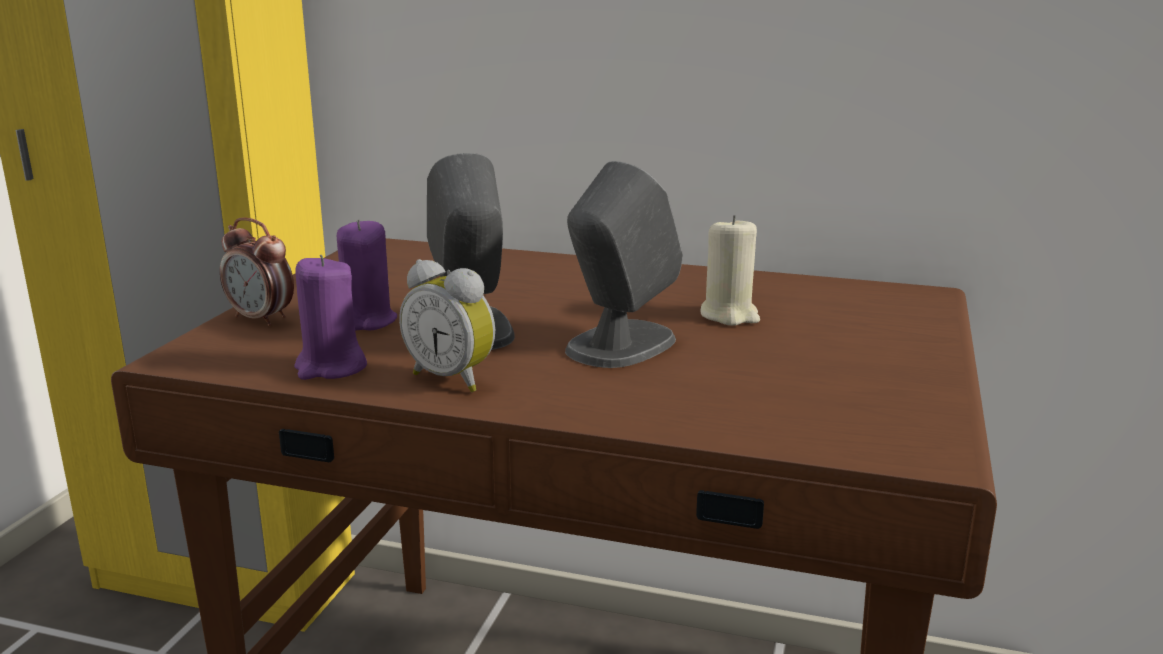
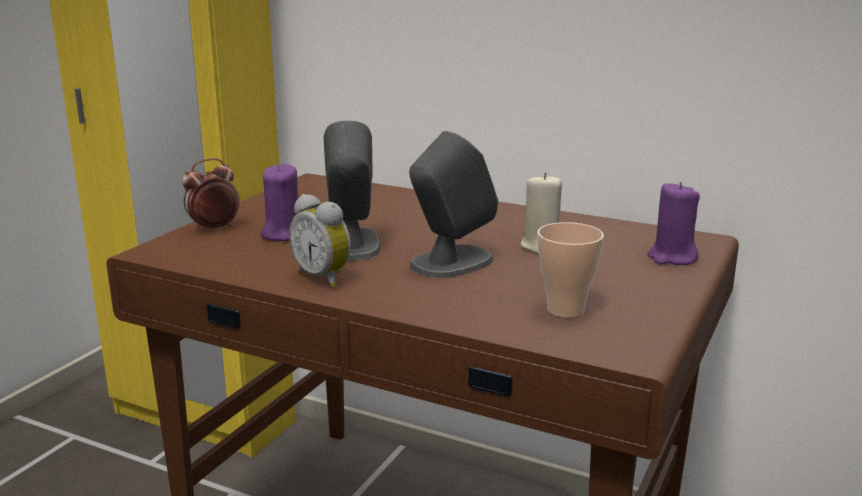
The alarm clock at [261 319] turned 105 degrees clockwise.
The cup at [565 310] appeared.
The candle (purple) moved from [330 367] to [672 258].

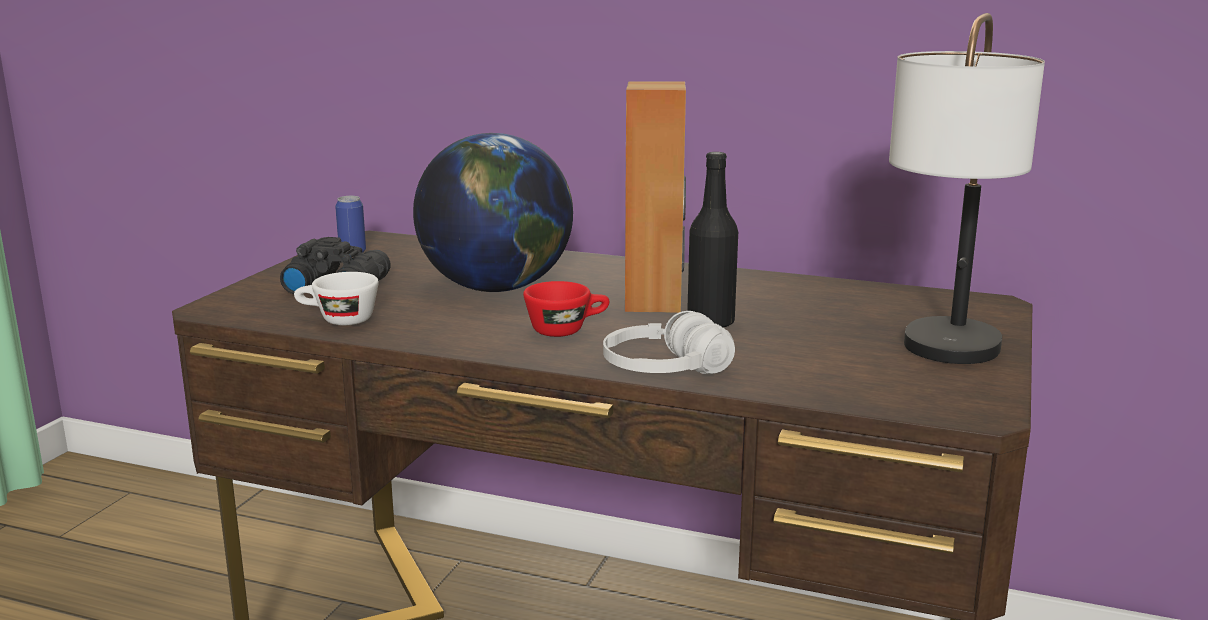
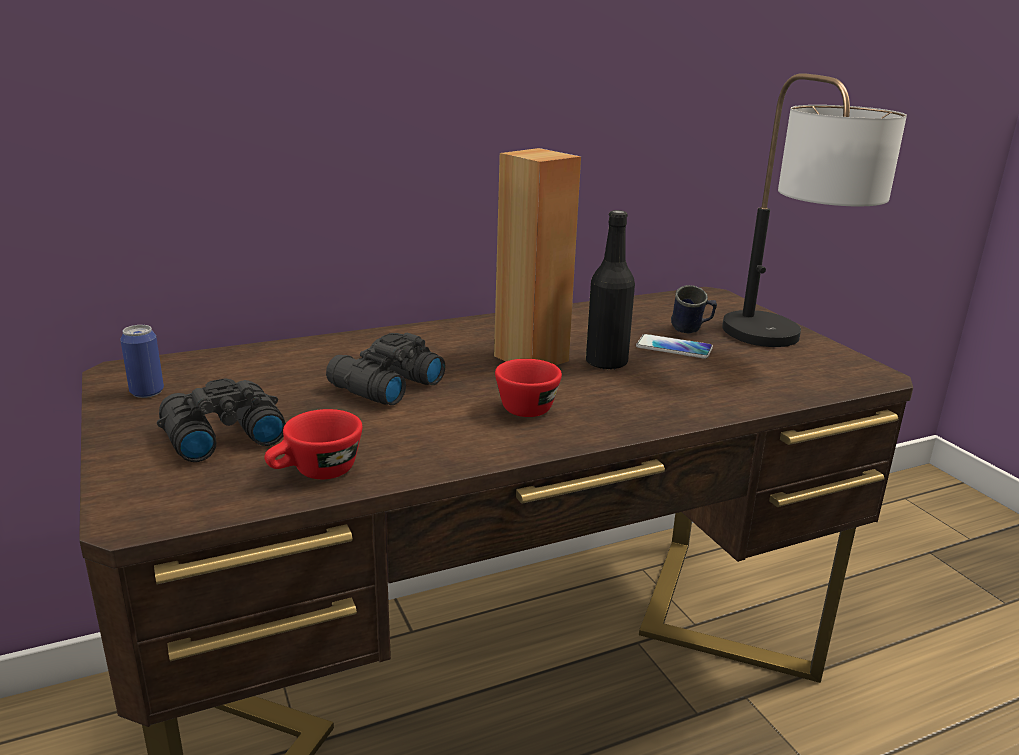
The cup (white) at [338 320] became the cup (red) at [316 473].
The globe at [497 288] was replaced by the binoculars (black) at [383 385].
The phone at [674 348] appeared.
The mug (blue) at [691 331] appeared.
The headphones (white) at [665 371] disappeared.

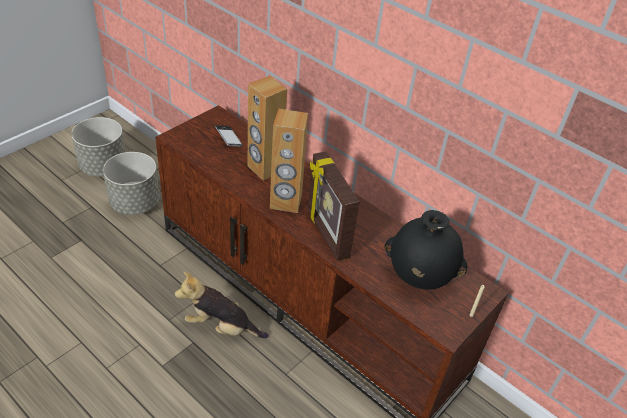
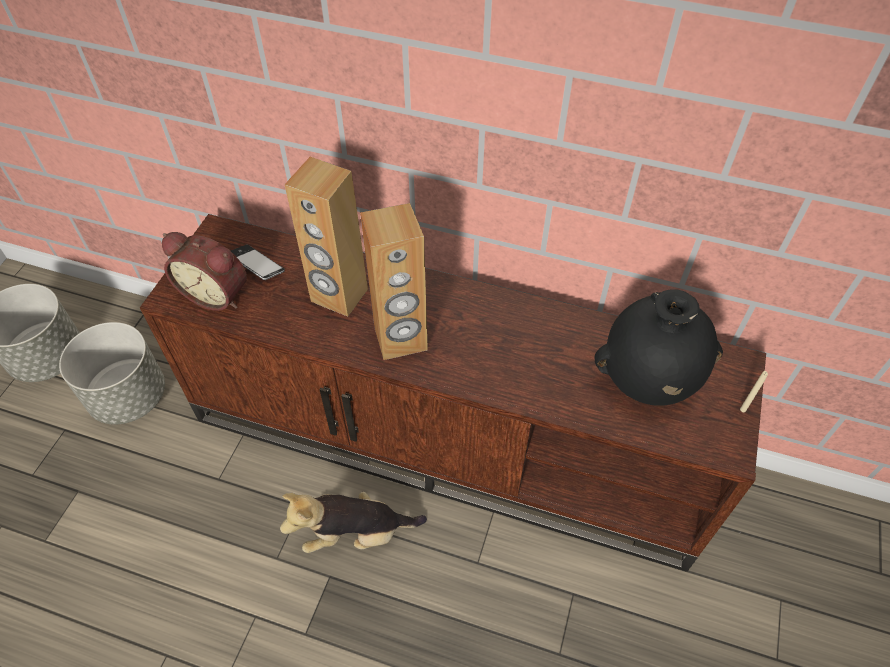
The alarm clock at [217 293] appeared.
The picture frame at [326 234] disappeared.

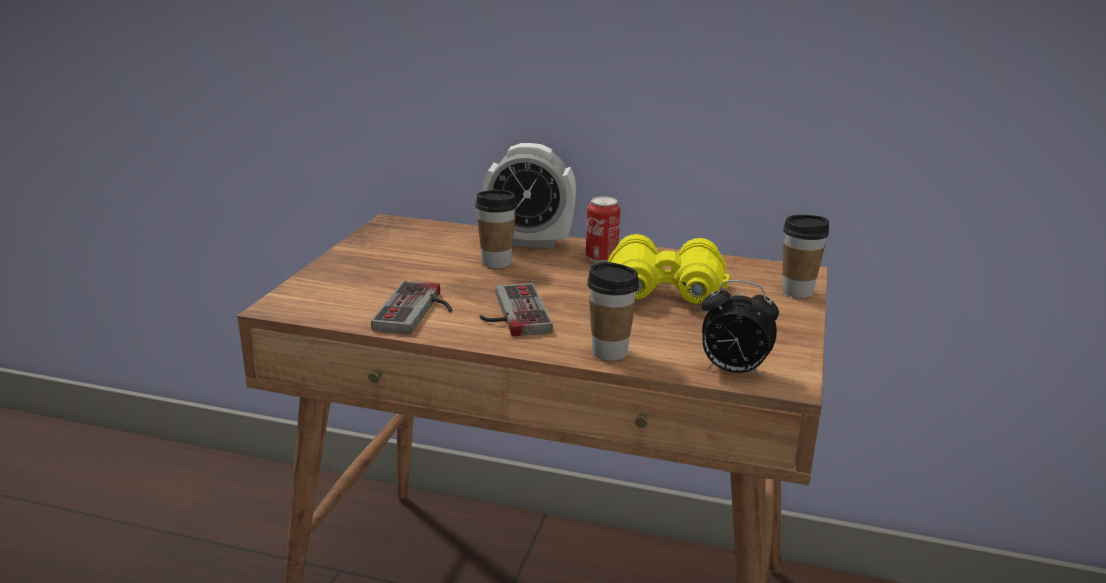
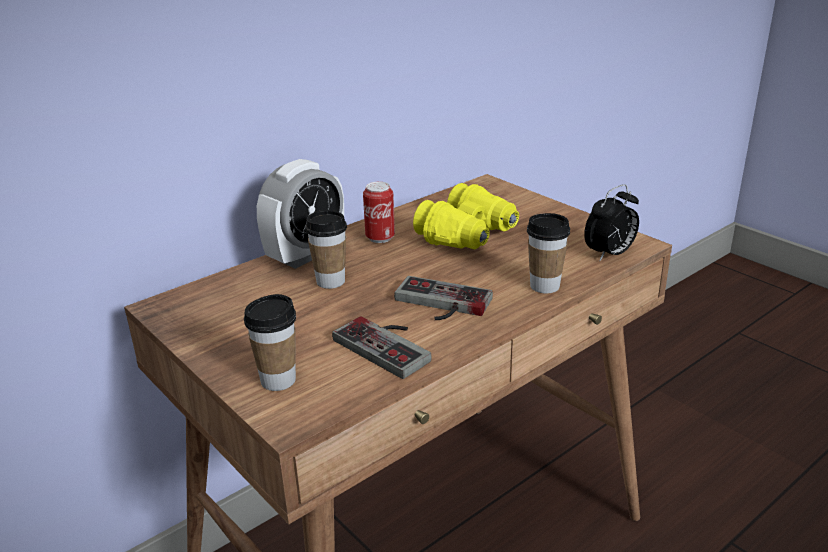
The cup moved from [797 291] to [278 380].

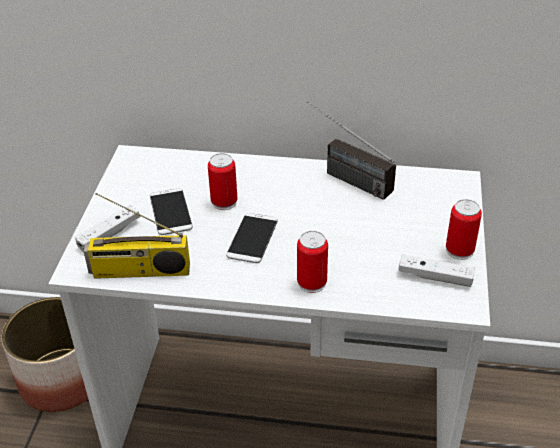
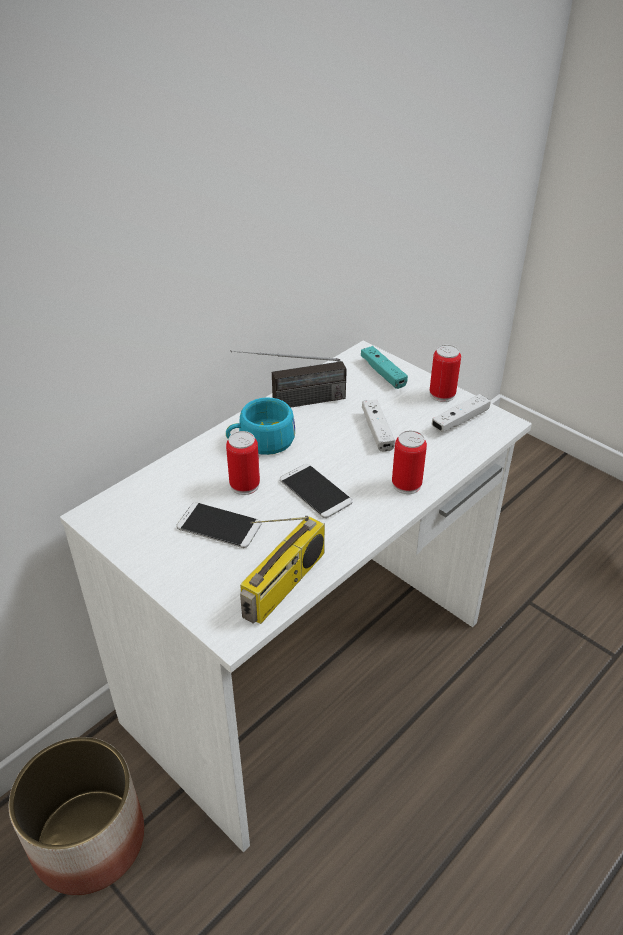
The cup (turquoise) at [260 441] appeared.
The game controller (turquoise) at [383 373] appeared.
The game controller (white) moved from [109 234] to [377 431].

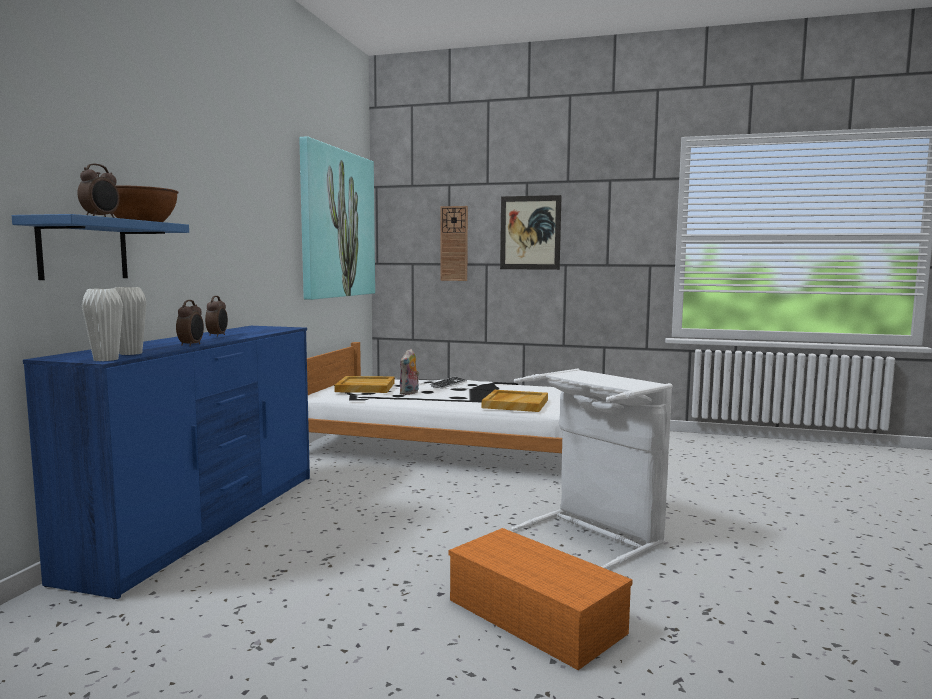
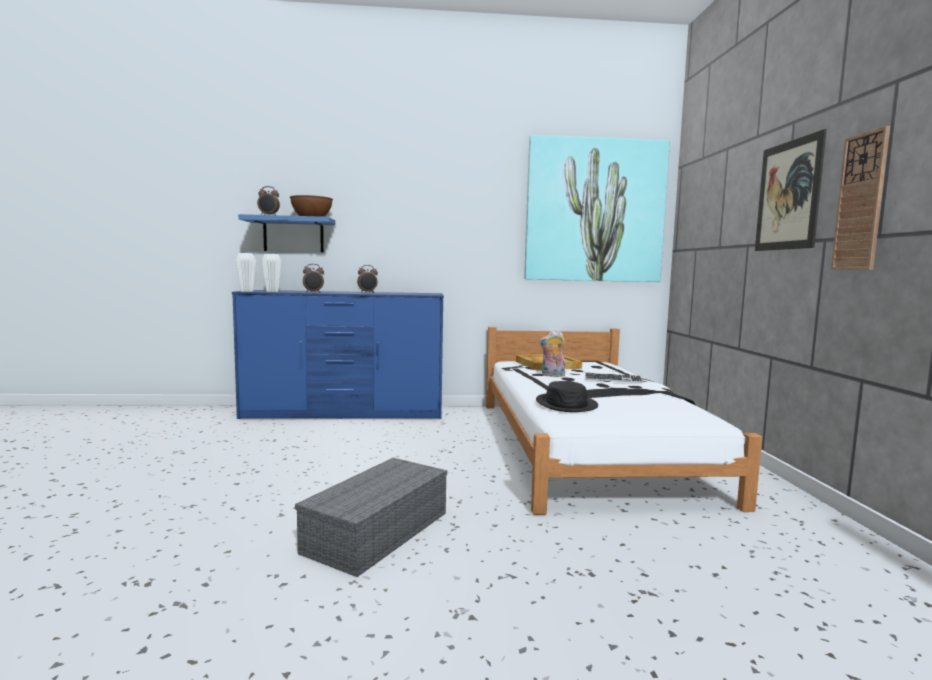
The laundry basket (white) at [596 533] was replaced by the storage box (grey) at [377 533].
The tray (beige) at [515 404] was replaced by the hat (black) at [566 404].
The wall clock moved from [454 243] to [860 202].
The storage box (orange) at [538 616] disappeared.

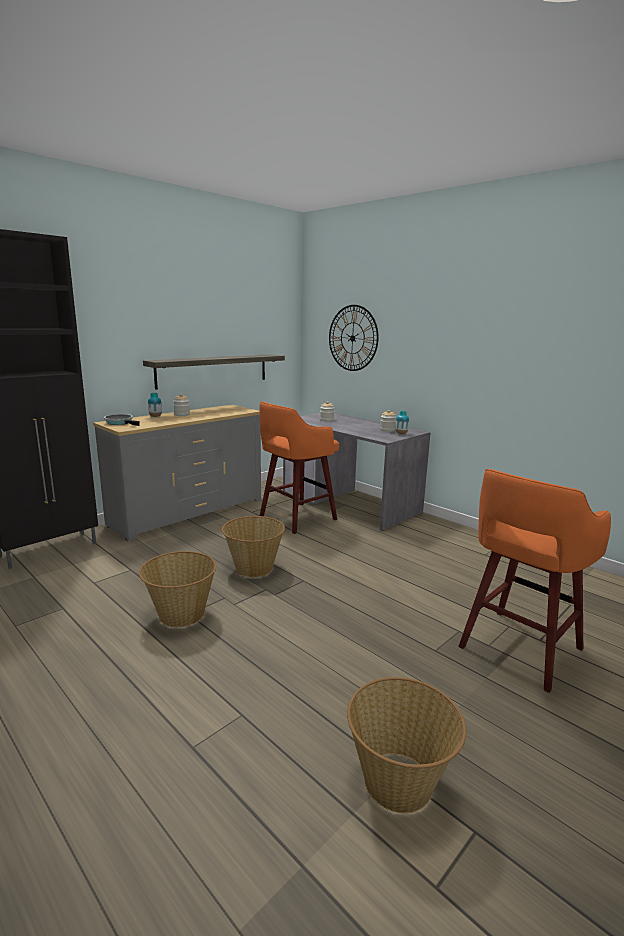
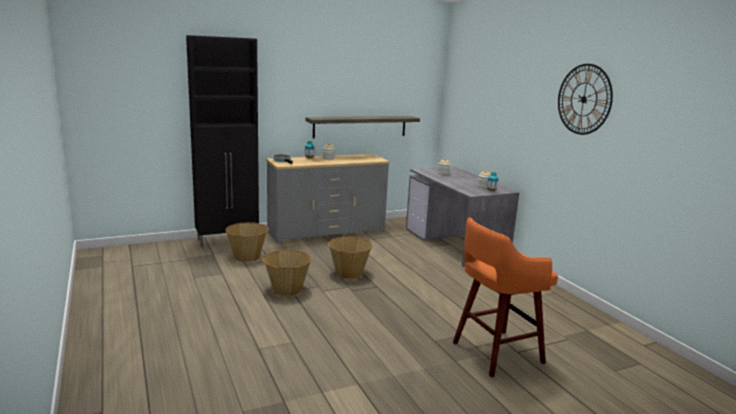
The basket moved from [399 781] to [247 257].
The wall clock moved from [352 338] to [584 99].
The stool (orange) at [295 518] disappeared.

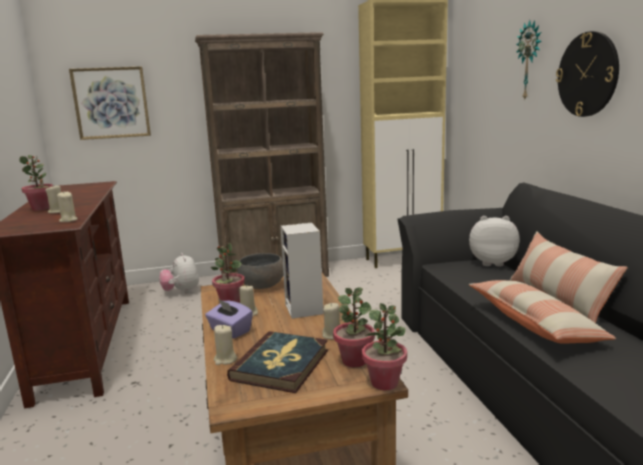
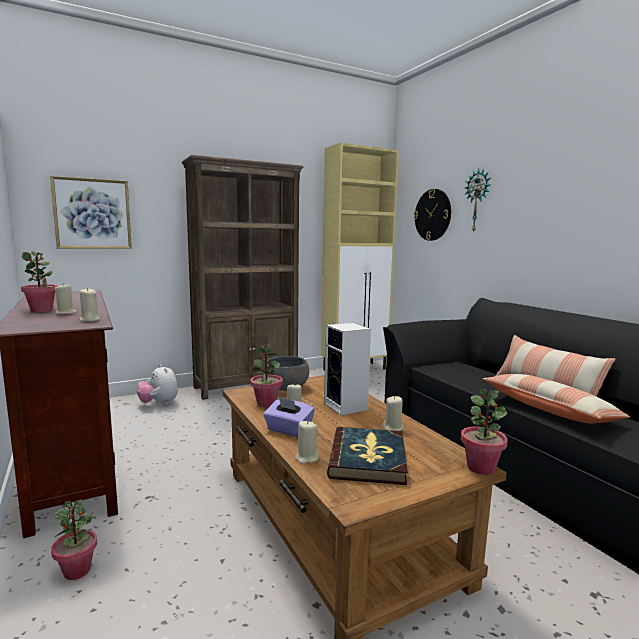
The potted plant moved from [354 361] to [77 570].
The wall clock moved from [587 74] to [432 215].
The plush toy at [492 262] disappeared.

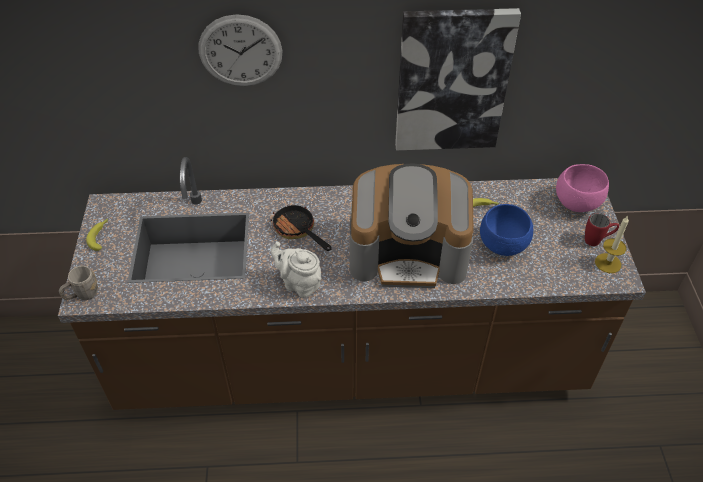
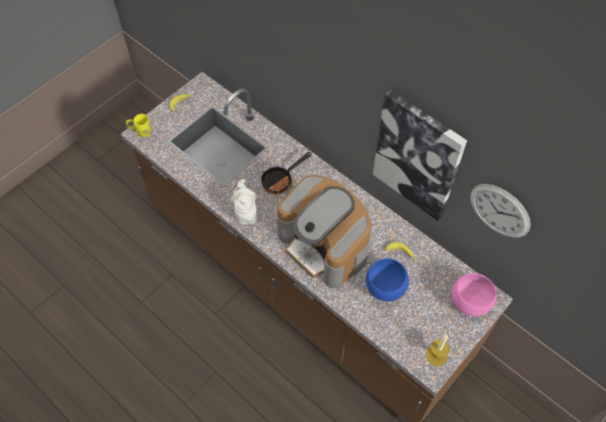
The mug (grey) at [82 295] became the mug (yellow) at [141 131].
The frying pan at [298 230] turned 135 degrees counterclockwise.
The wall clock moved from [240 51] to [499 210].
The mug (red) at [597 241] disappeared.

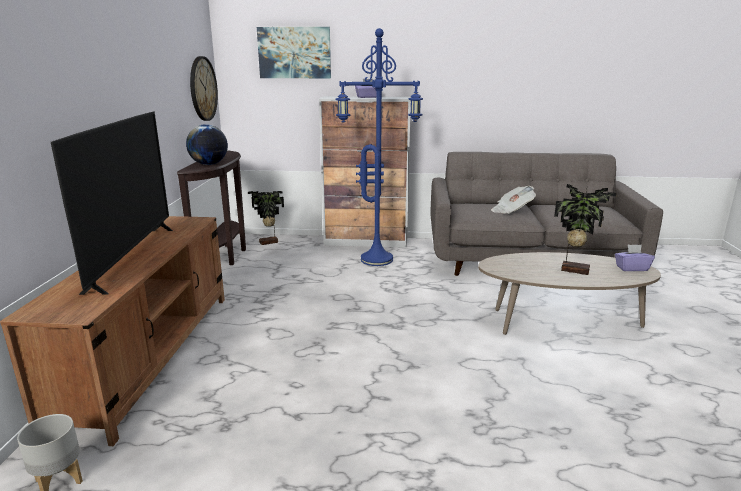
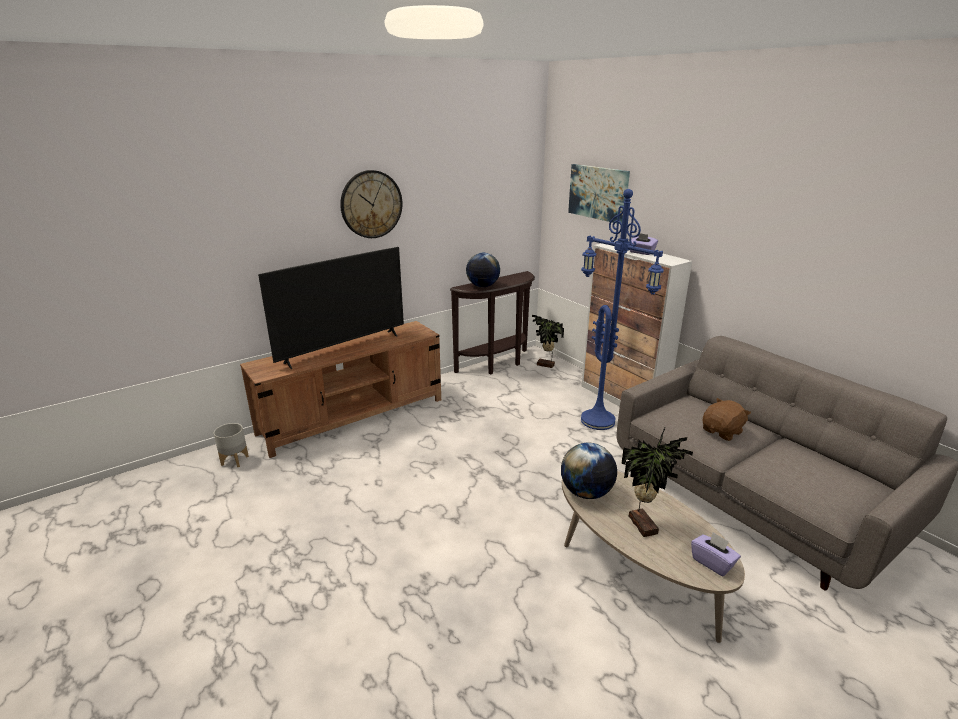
The wall clock moved from [203 89] to [371 204].
The globe at [586 493] appeared.
The newspaper at [512 211] was replaced by the plush toy (brown) at [722 432].

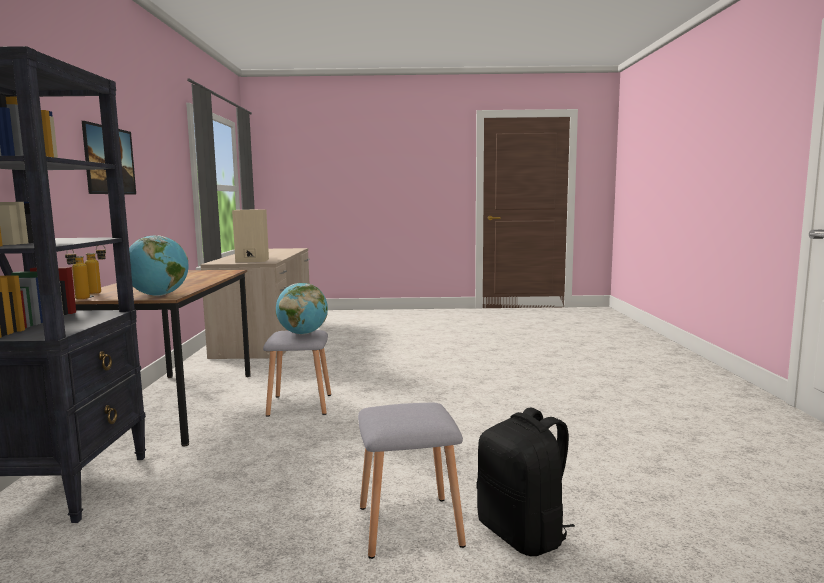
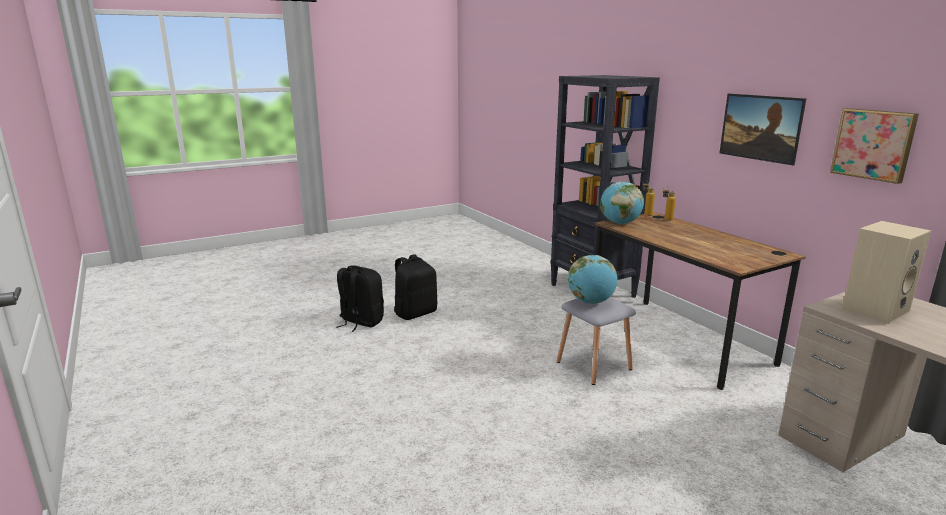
The stool (grey) at [408 526] was replaced by the backpack (black) at [415 313].
The picture at [874 144] appeared.

